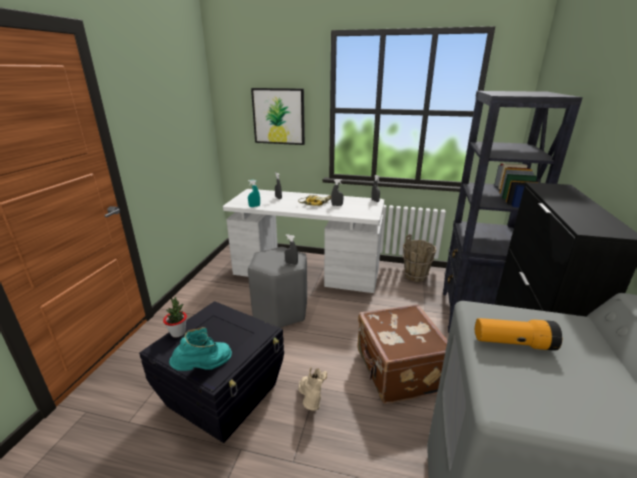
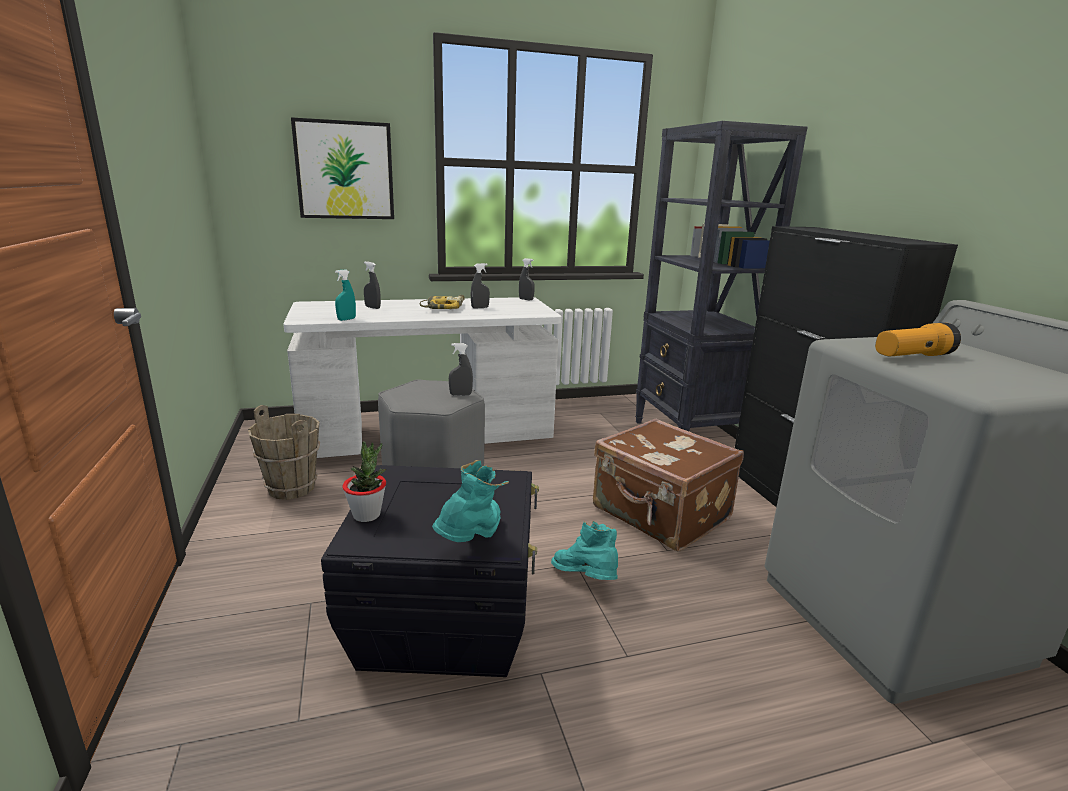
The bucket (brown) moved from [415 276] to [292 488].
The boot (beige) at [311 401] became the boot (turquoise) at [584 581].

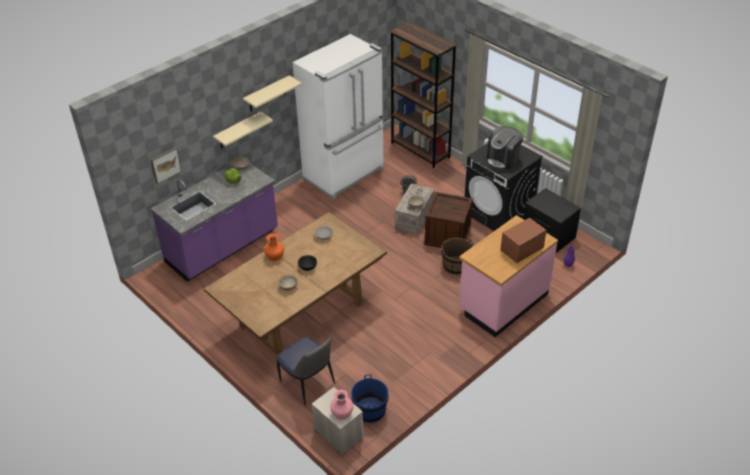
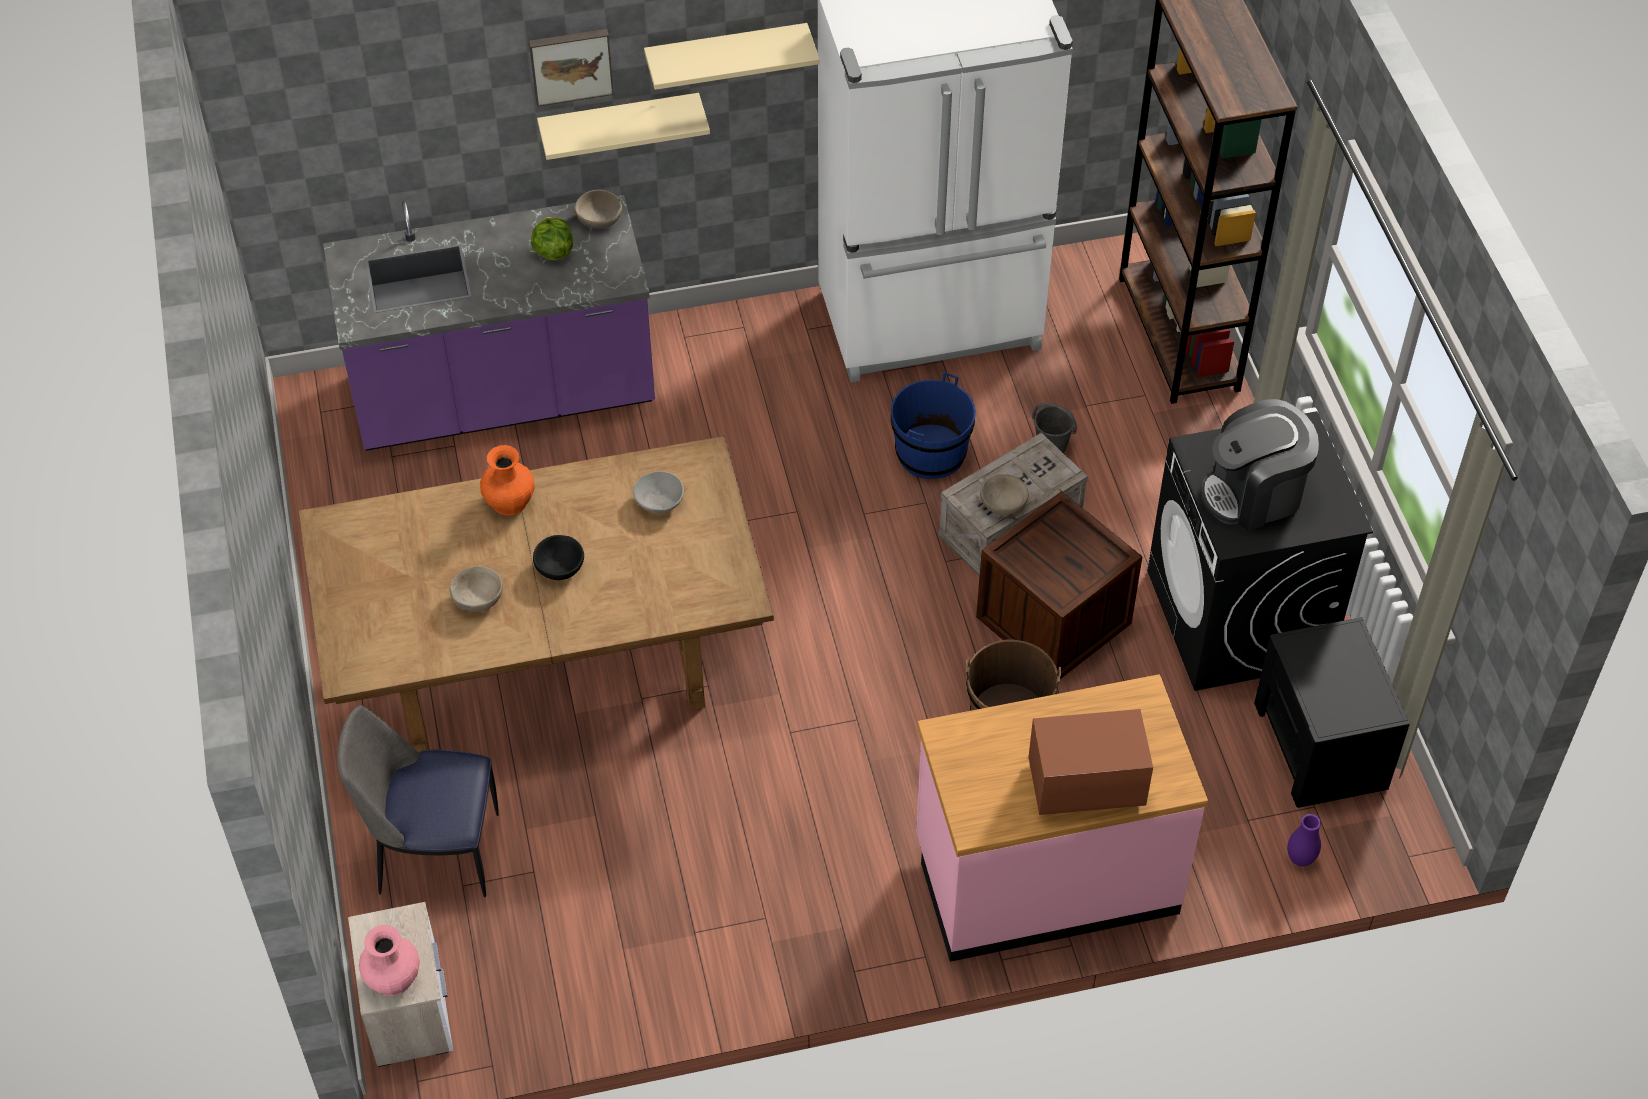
The chair at [308 384] turned 105 degrees clockwise.
The picture moved from [165 164] to [571 64].
The bucket (blue) moved from [370 410] to [930 452].

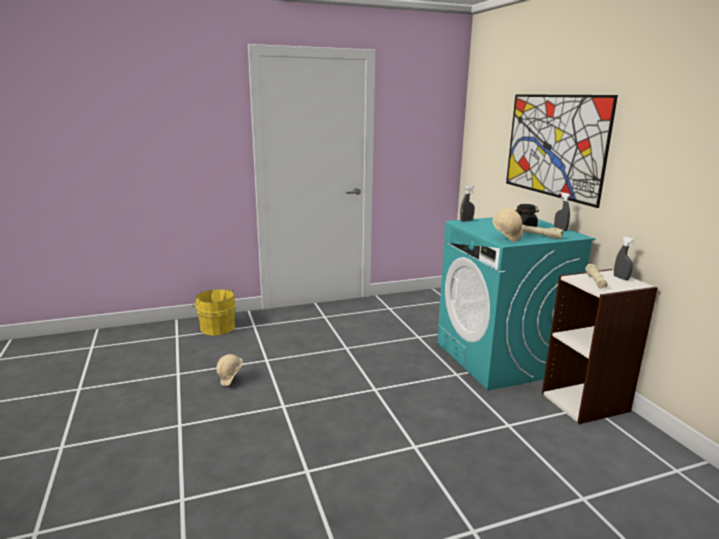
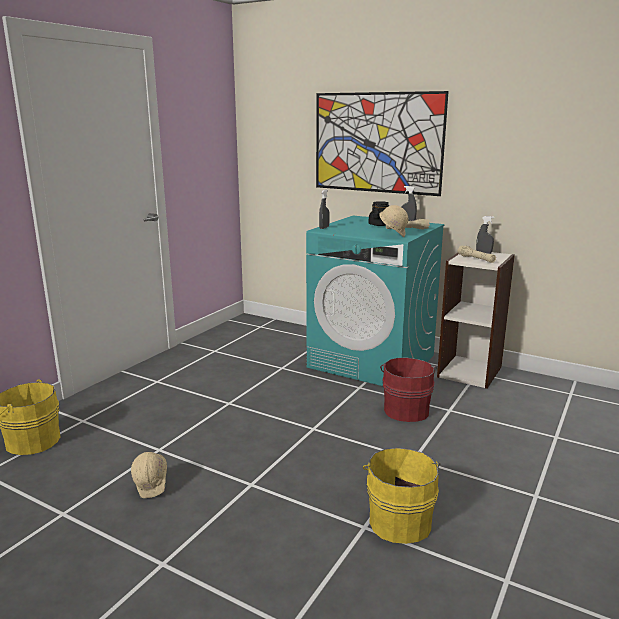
The bucket (yellow) at [399 520] appeared.
The bucket (red) at [406 409] appeared.

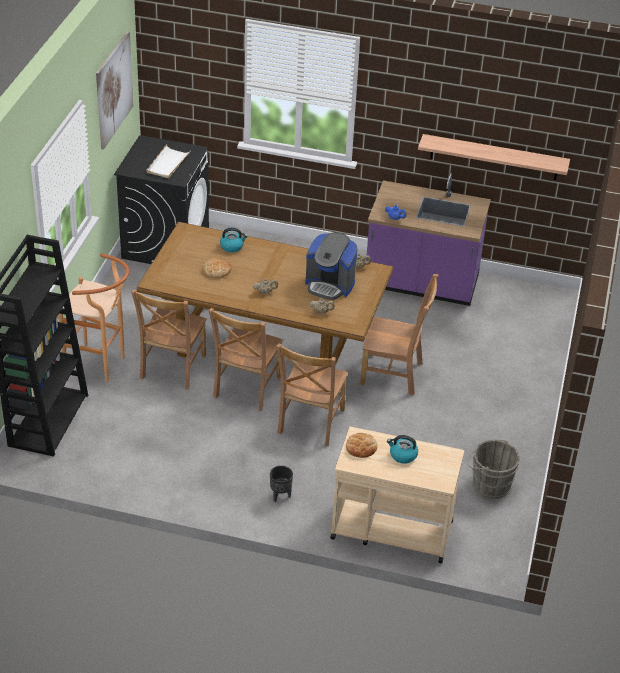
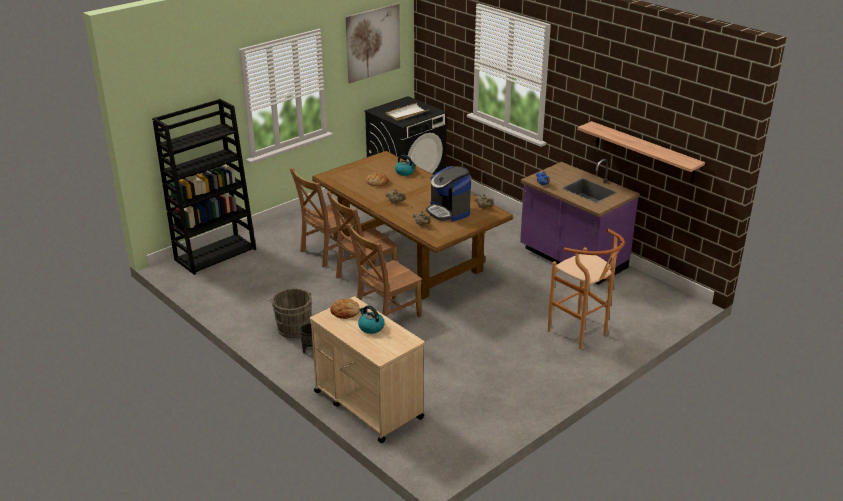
The bucket (grey) moved from [489 484] to [293 327].
The stool (brown) moved from [101 365] to [581 335].
The chair (brown) at [394 374] disappeared.

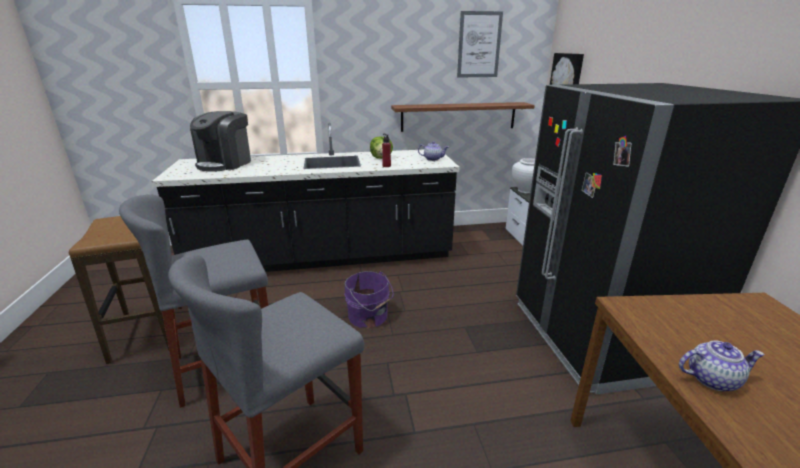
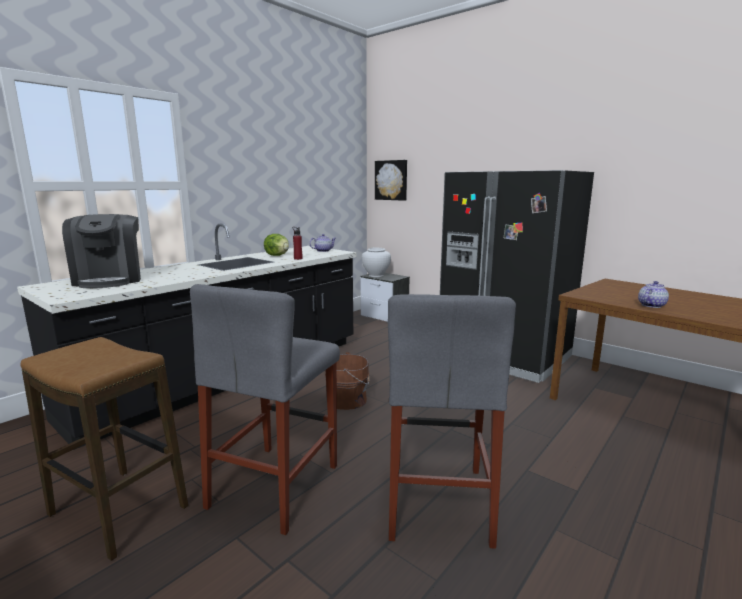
The bucket (purple) at [369 317] became the bucket (brown) at [349 400].
The shelf at [458 116] disappeared.
The picture at [479 45] disappeared.

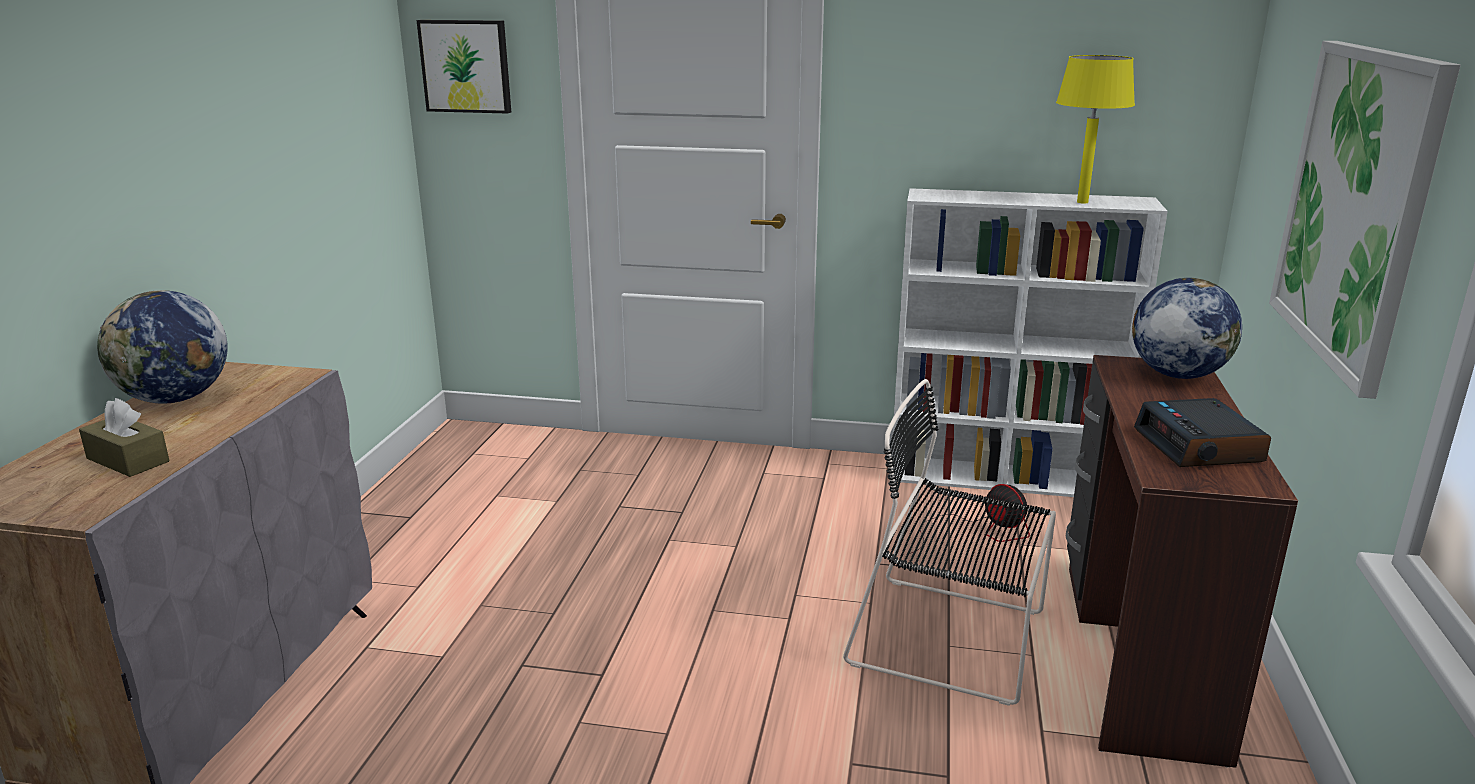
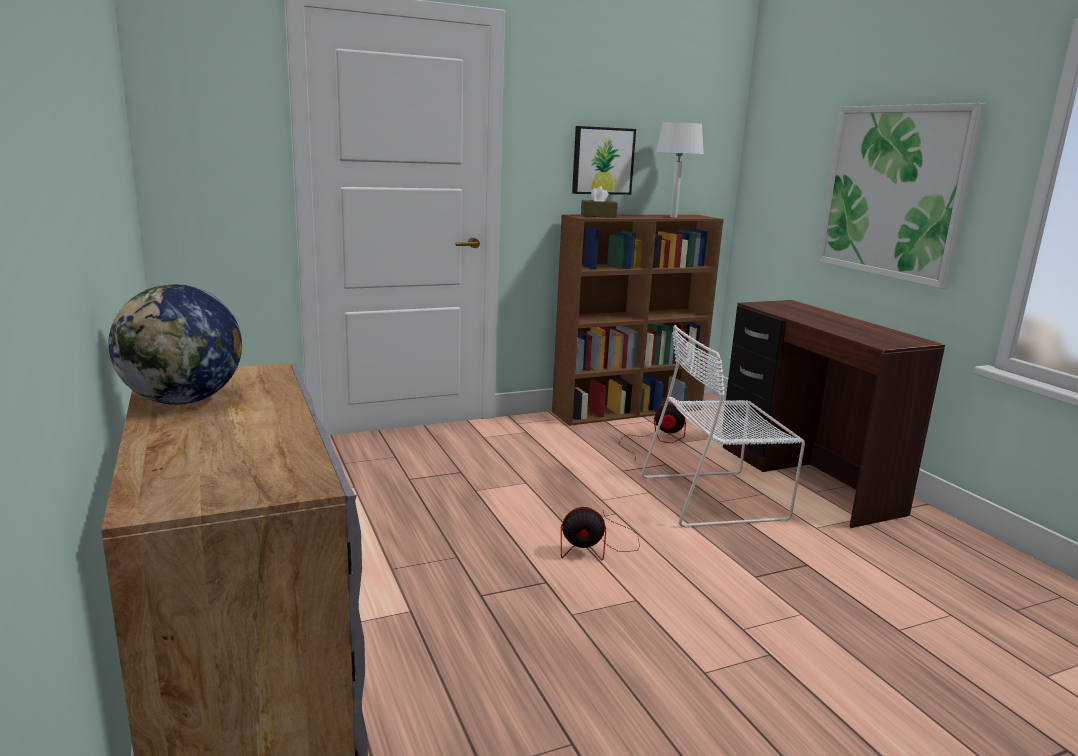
The bookcase (white) at [1004 477] became the bookcase (brown) at [629 410].
The fan at [596 546] appeared.
The picture moved from [466 66] to [602 161].
The tissue box (brown) moved from [128 460] to [598 216].
The chair (black) at [954 639] became the chair (white) at [717 498].
The table lamp (yellow) at [1082 202] became the table lamp (white) at [673 217].
The globe at [1177 375] disappeared.
The alarm clock at [1199 446] disappeared.

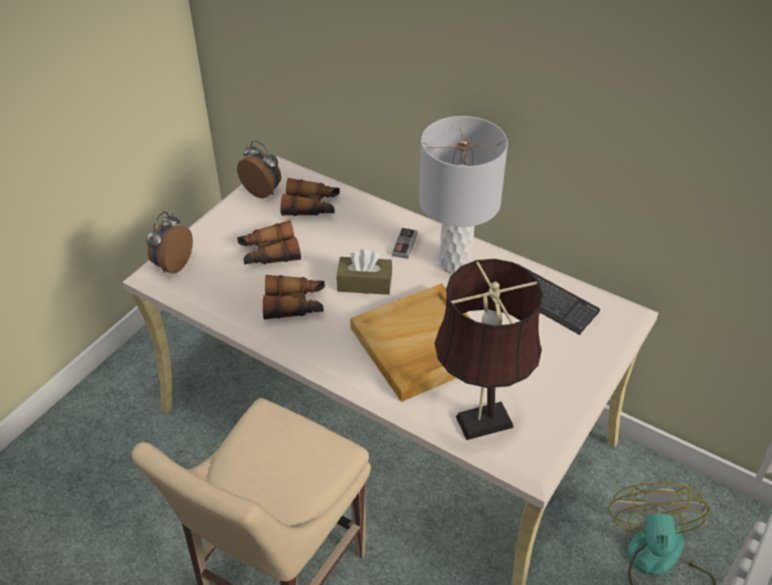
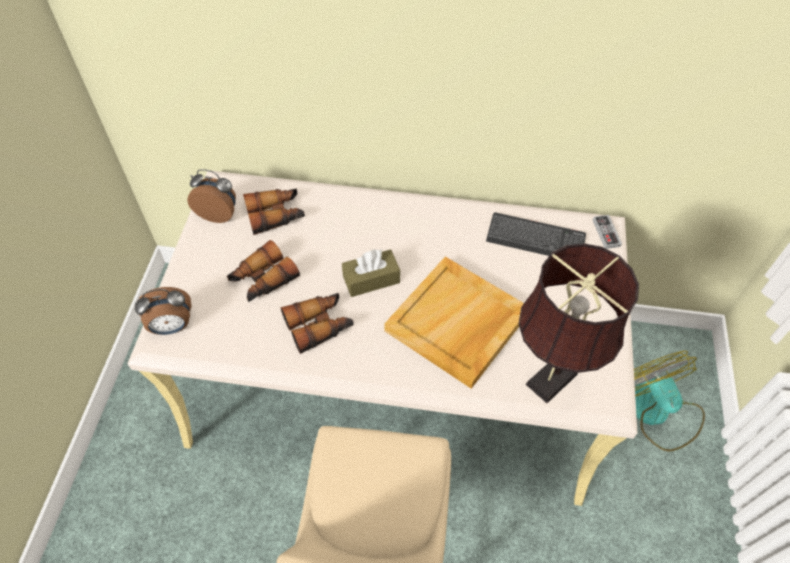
The alarm clock at [172 264] turned 105 degrees counterclockwise.
The game controller moved from [404 245] to [606 233].
The table lamp (grey) at [455 263] disappeared.

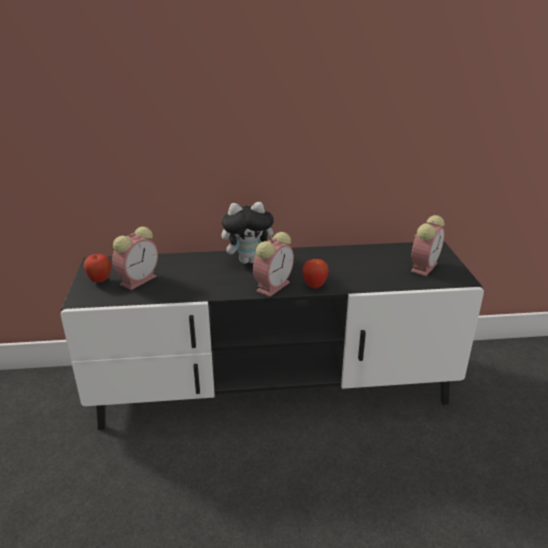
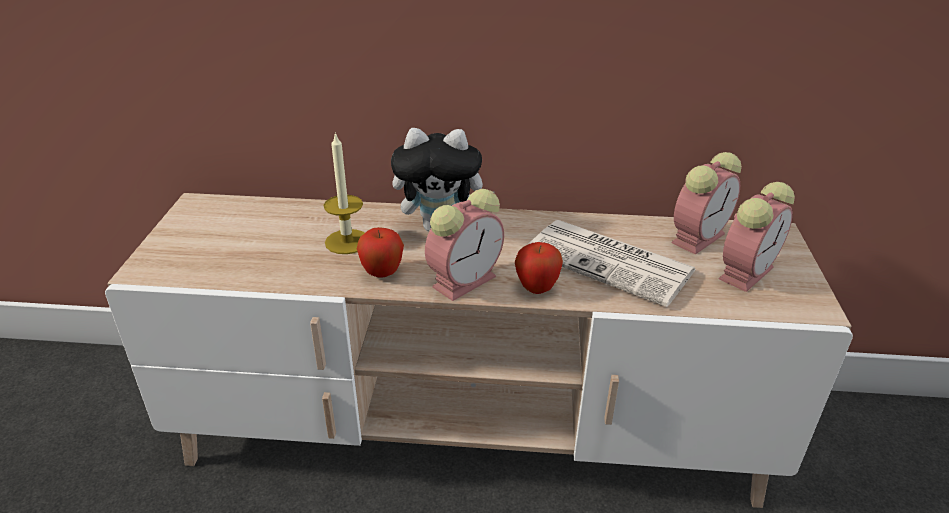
The tv stand (black) at [273 387] became the tv stand (beige) at [472 431].
The candle at [347 241] appeared.
The apple moved from [100 280] to [382 273].
The newspaper at [611 262] appeared.
The alarm clock moved from [139 279] to [698 237].

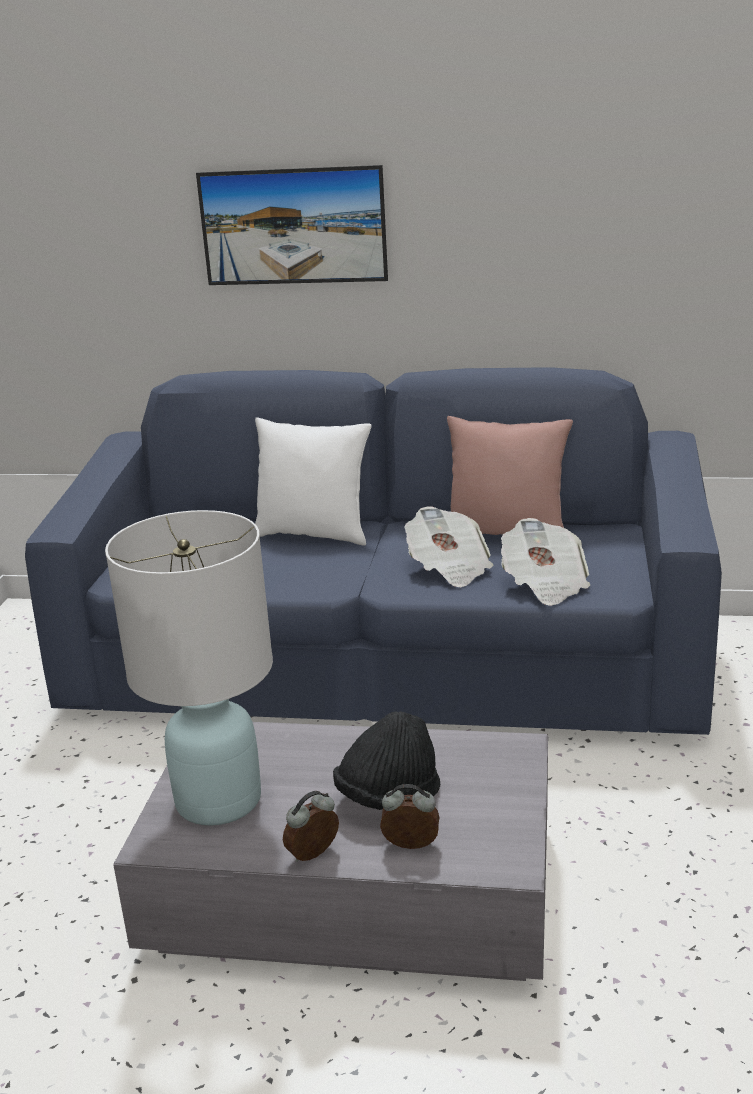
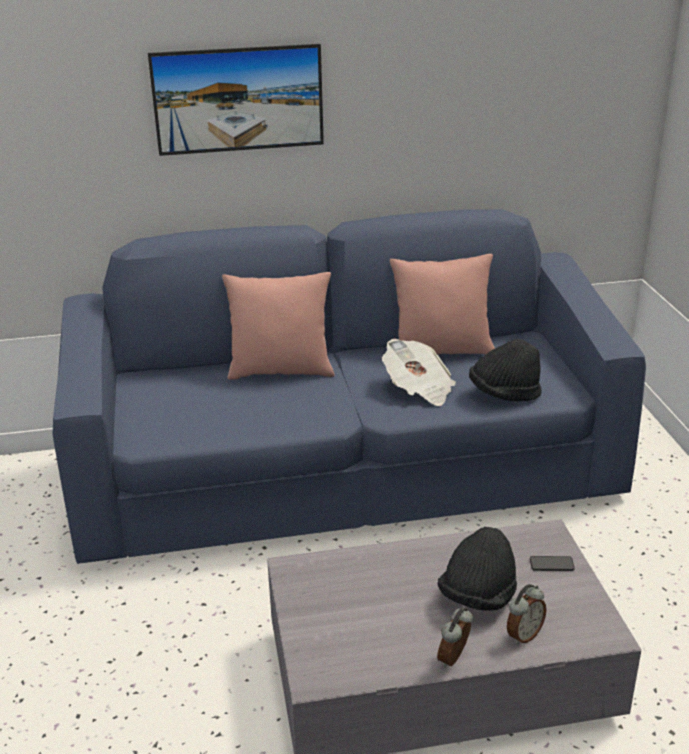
The pillow (white) at [314 534] became the pillow (pink) at [281 371].
The newspaper at [544 584] was replaced by the hat (black) at [504 394].
The alarm clock at [411 847] turned 150 degrees clockwise.
The phone at [551 564] appeared.
The table lamp (white) at [219 800] disappeared.

